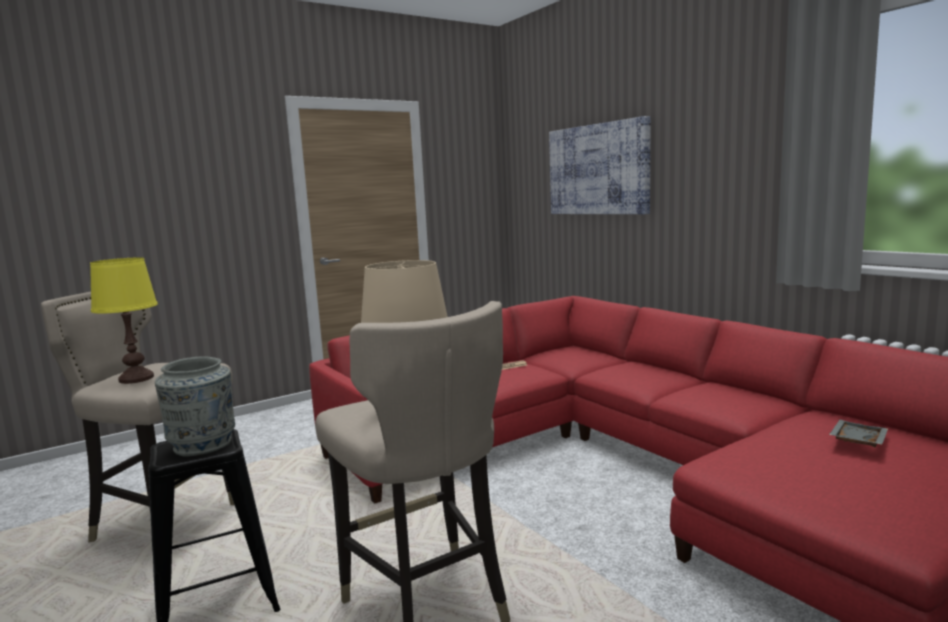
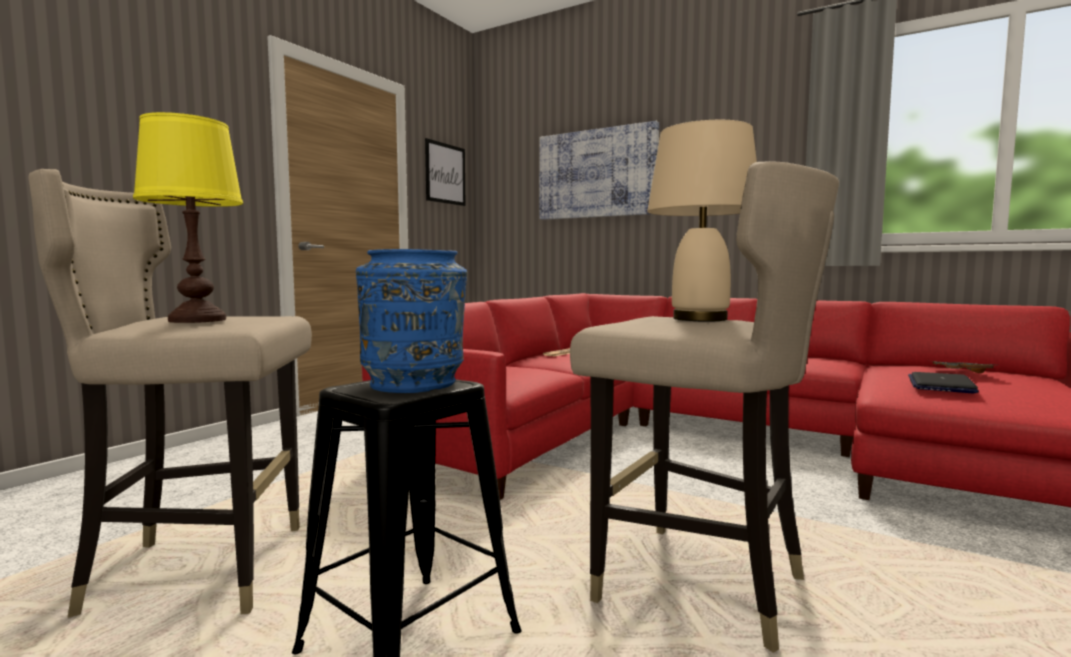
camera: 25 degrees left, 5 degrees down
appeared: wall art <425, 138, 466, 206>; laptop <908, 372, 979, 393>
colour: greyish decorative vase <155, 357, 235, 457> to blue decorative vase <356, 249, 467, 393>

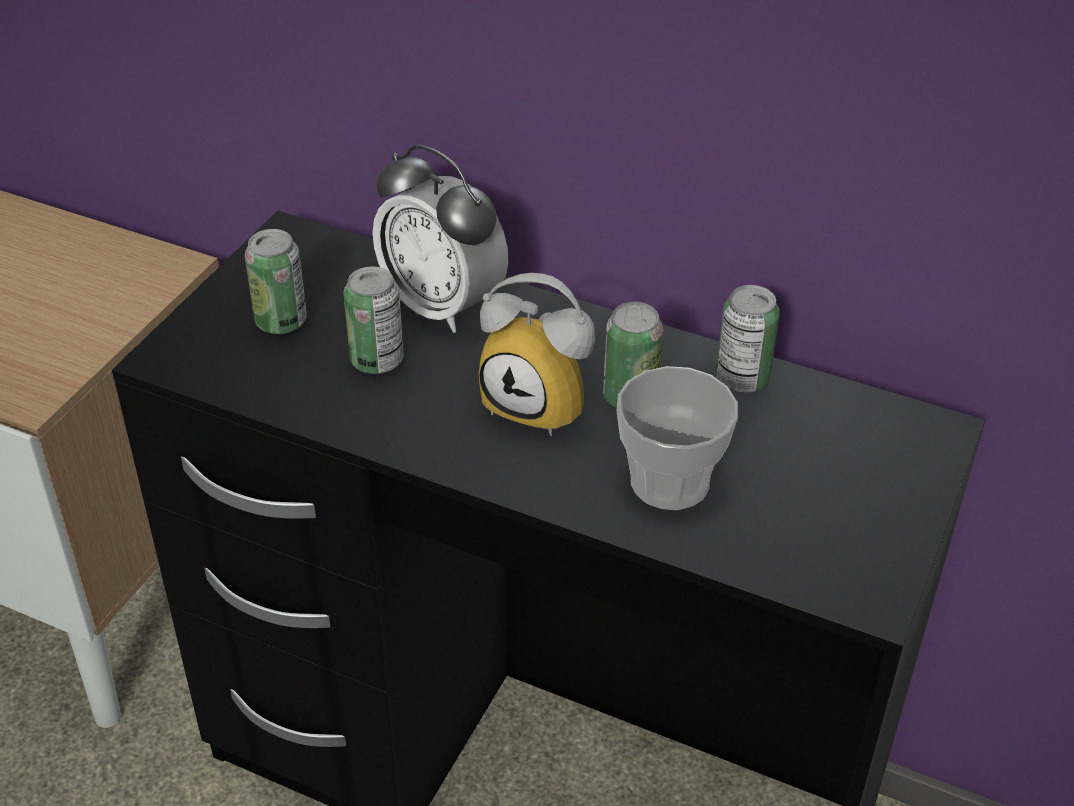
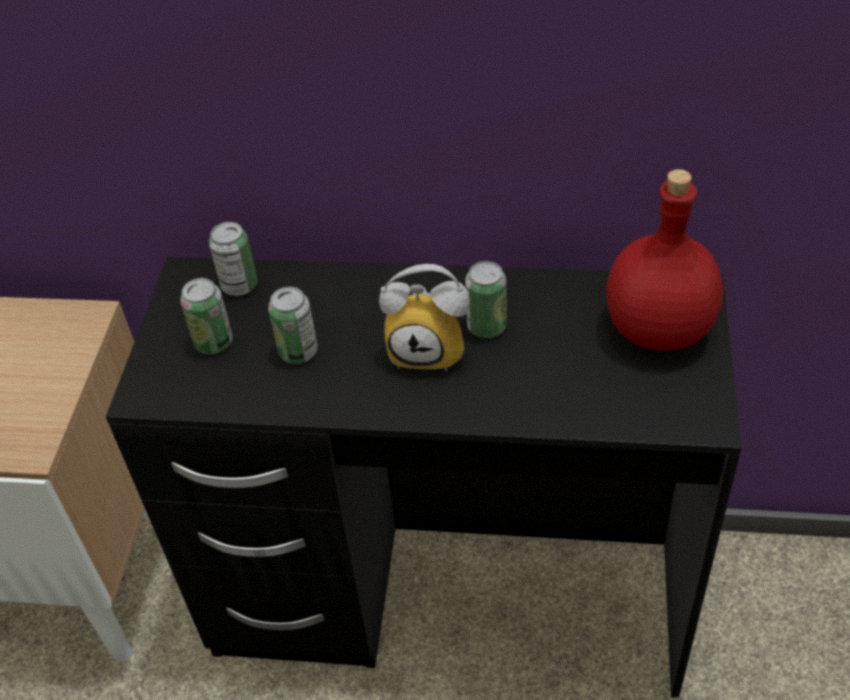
camera: 15 degrees left, 5 degrees up
missing: table clock <372, 145, 508, 333>; cup <617, 366, 738, 510>
appeared: red-coloured bottle <606, 169, 723, 351>
relocated: sealed can <716, 285, 780, 393> to <209, 222, 258, 296>

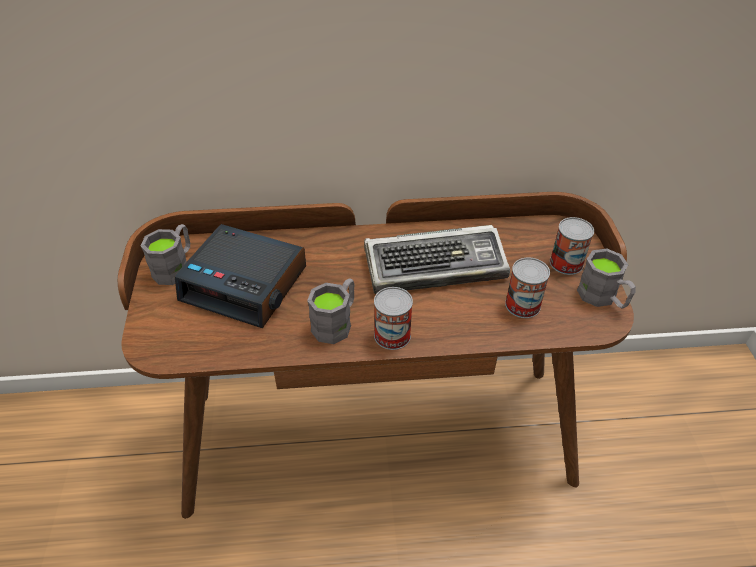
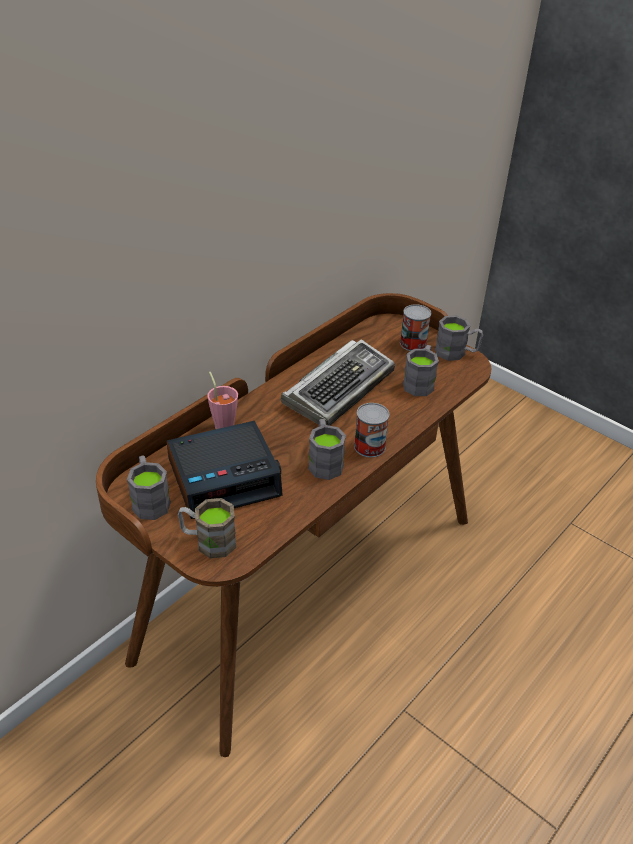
camera: 45 degrees left, 5 degrees down
appeared: brownish mug <178, 498, 236, 559>; pinkish cup <207, 372, 238, 429>
exchanged: sealed can <505, 258, 550, 318> to greyish mug <403, 345, 439, 396>

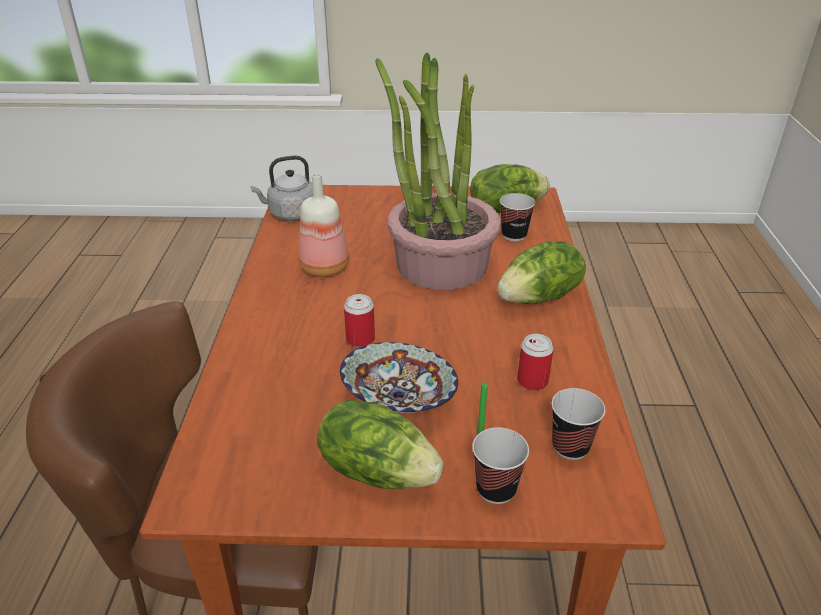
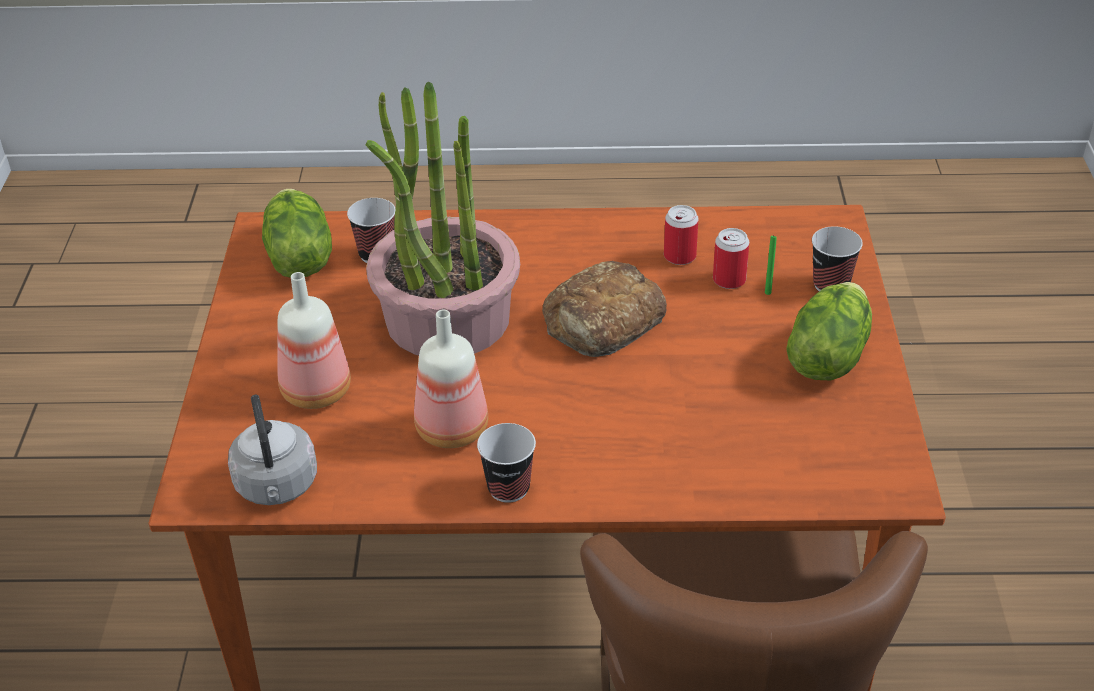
camera: 90 degrees left, 5 degrees up
missing: deep dish <340, 342, 458, 413>; lettuce head <497, 241, 586, 304>
appeared: bottle <277, 272, 351, 409>; bakery bread <542, 261, 667, 357>
relocated: sealed can <344, 294, 375, 347> to <713, 228, 749, 289>; cup <552, 388, 605, 460> to <477, 423, 536, 503>

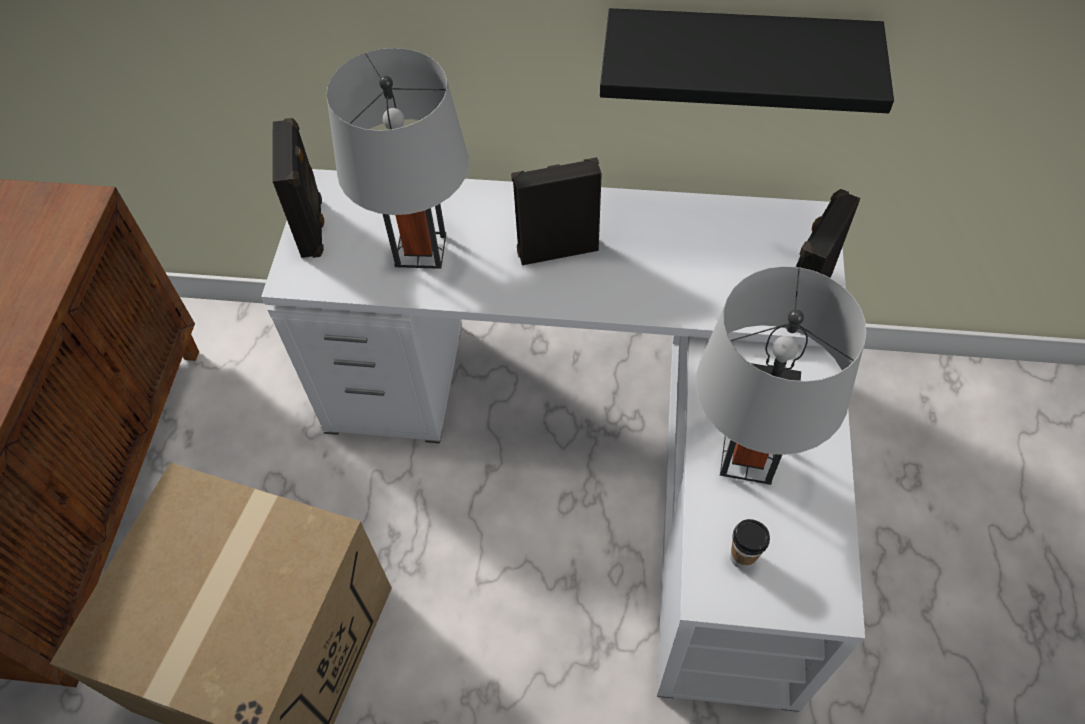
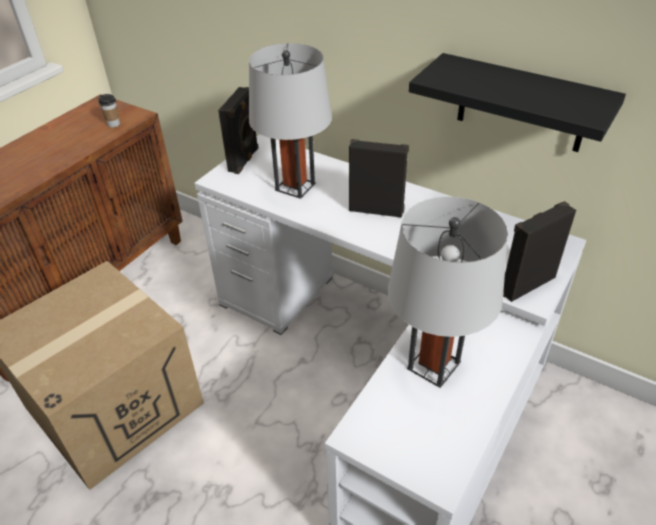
camera: 25 degrees right, 15 degrees down
relocated: cup <730, 519, 770, 569> to <98, 94, 120, 127>

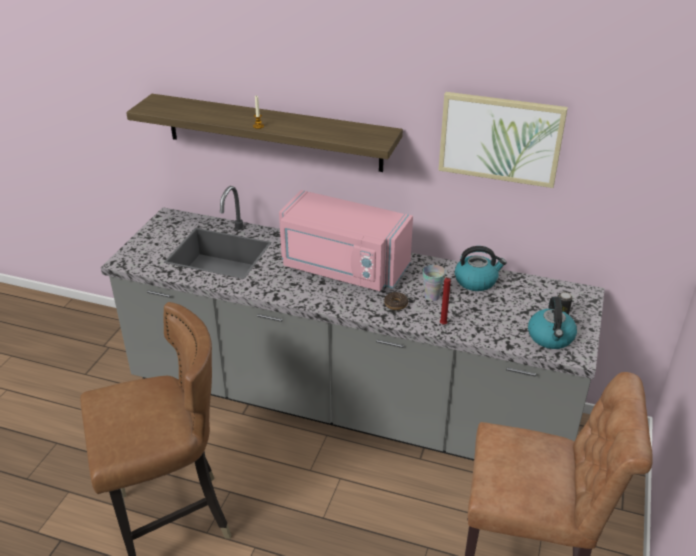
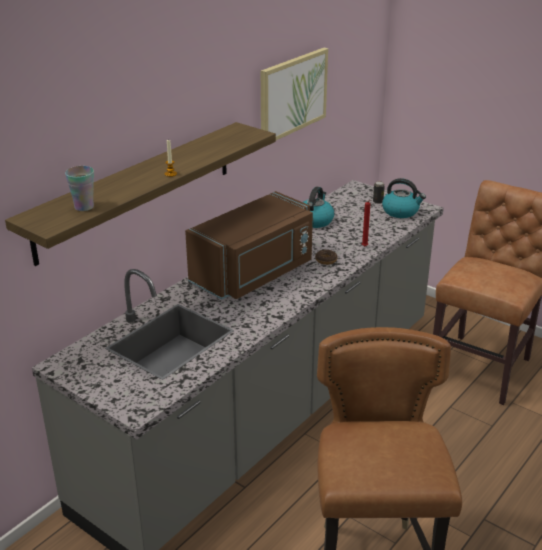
camera: 70 degrees left, 5 degrees down
relocated: cup <423, 265, 446, 301> to <65, 166, 94, 211>
colour: pinkish microwave oven <279, 190, 413, 291> to brownish microwave oven <185, 191, 313, 299>

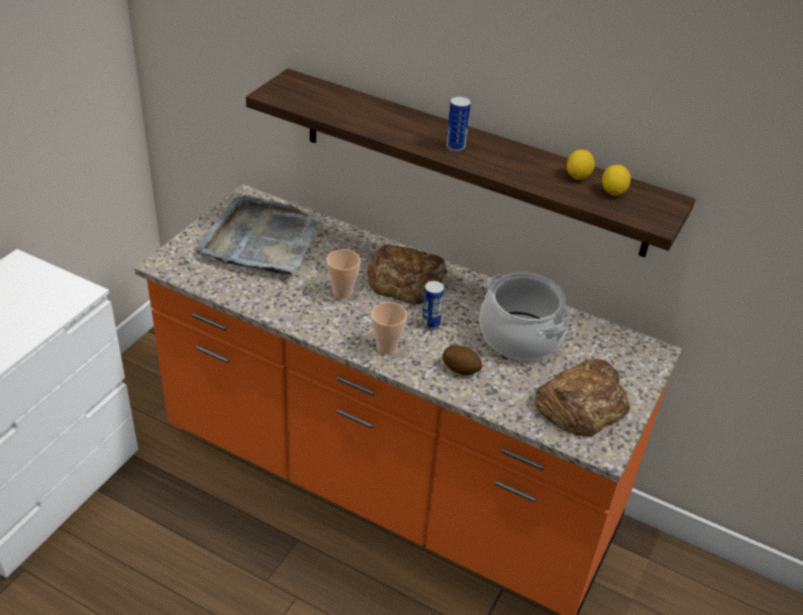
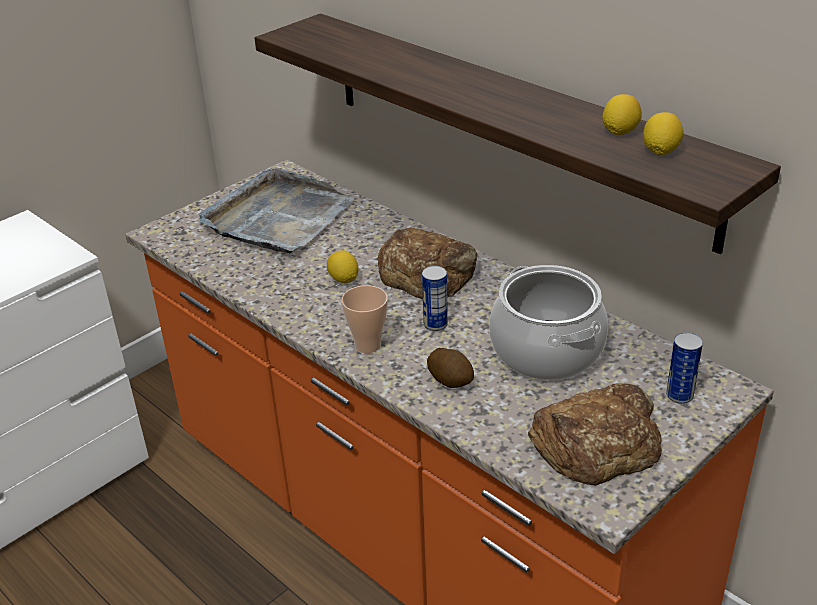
camera: 20 degrees right, 5 degrees down
relocated: sealed can <446, 96, 471, 152> to <666, 332, 703, 404>
exchanged: cup <326, 249, 361, 299> to citrus fruit <327, 250, 358, 283>

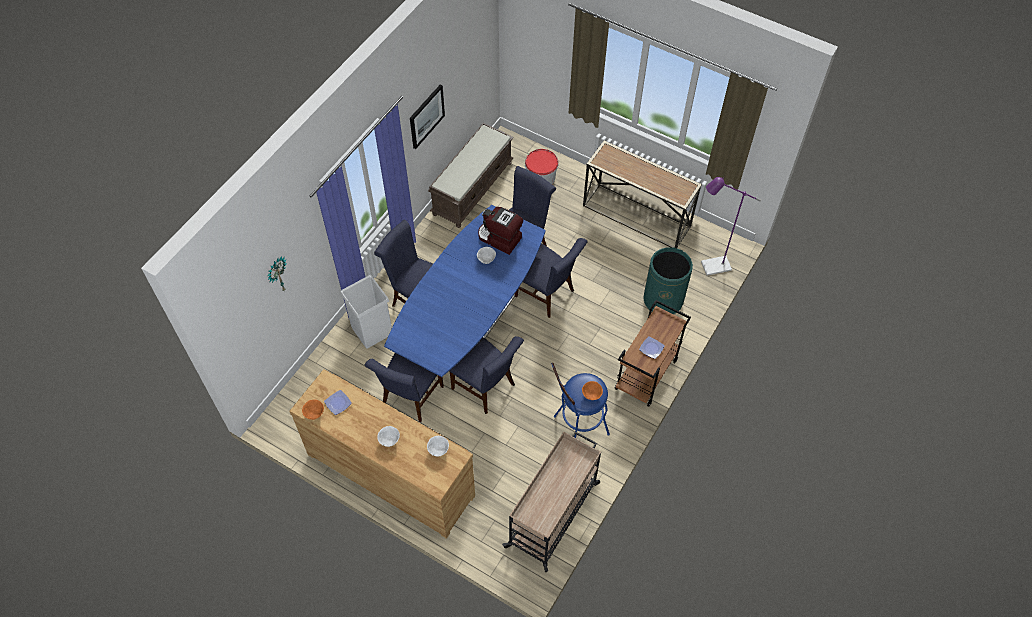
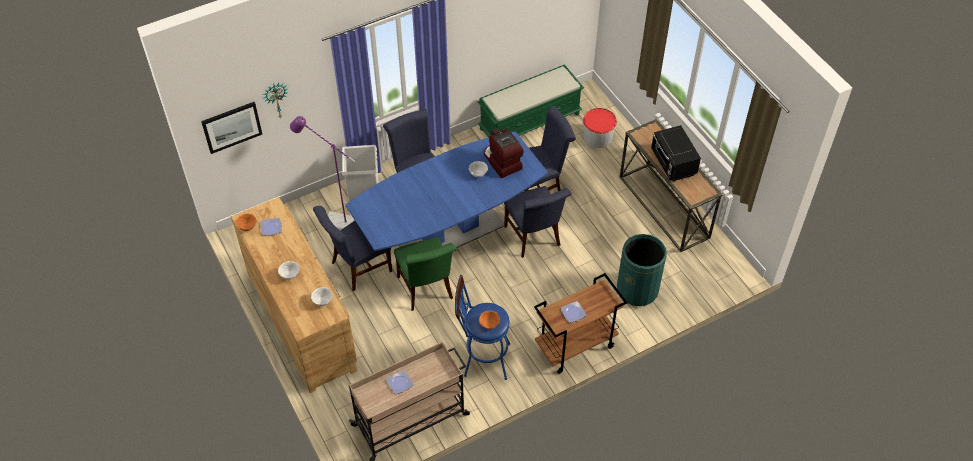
camera: 30 degrees right, 5 degrees down
appeared: plate <386, 370, 413, 394>; black microwave oven <651, 125, 701, 181>
relocated: wall art <410, 84, 445, 149> to <201, 102, 262, 154>; purple standard lamp <701, 177, 761, 276> to <290, 116, 355, 230>
colour: brownish long seat <428, 123, 514, 228> to greenish long seat <478, 64, 584, 138>; blue plain chair <449, 336, 524, 414> to greenish plain chair <394, 237, 457, 311>

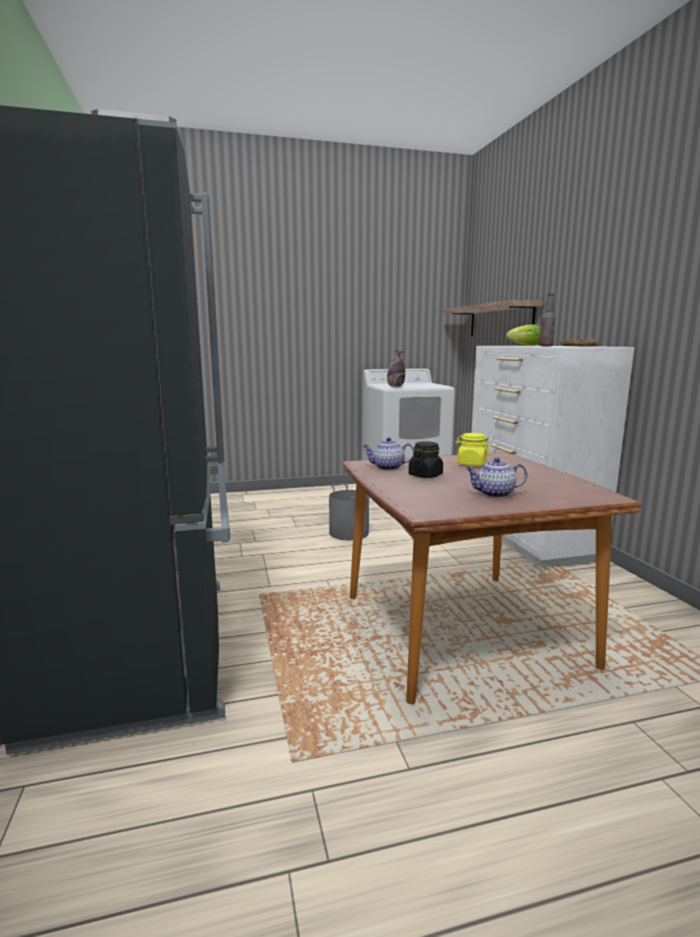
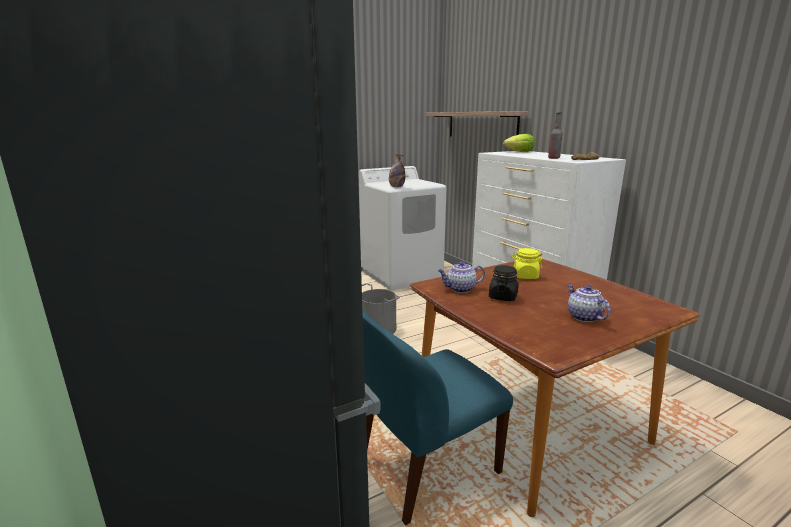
camera: 15 degrees left, 5 degrees up
appeared: blue plain chair <362, 309, 513, 526>
spun: teapot <466, 458, 527, 498> = <567, 285, 611, 322> 90 degrees clockwise

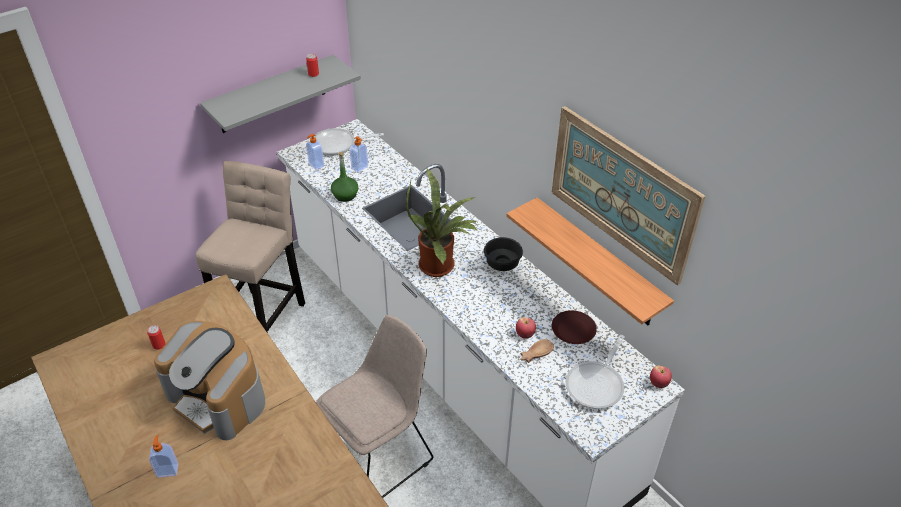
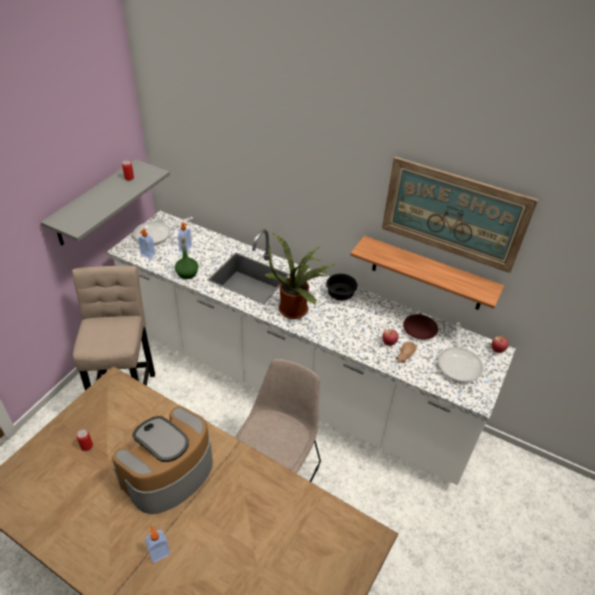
camera: 25 degrees left, 0 degrees up
spun: coffee machine <154, 321, 265, 440> = <112, 406, 213, 514> 120 degrees clockwise

